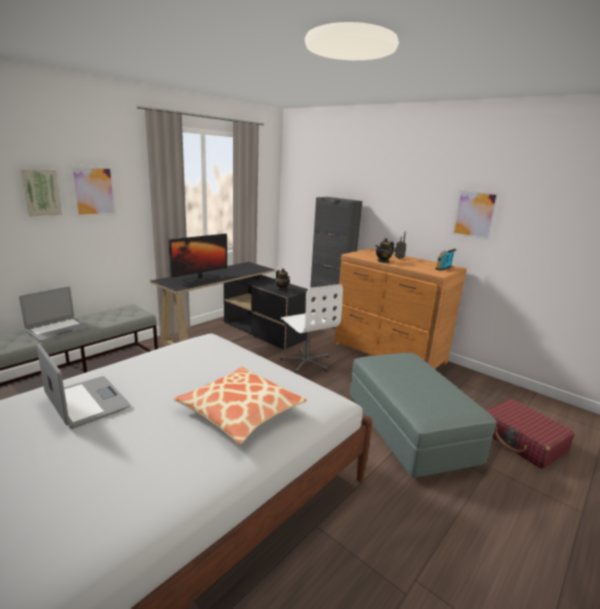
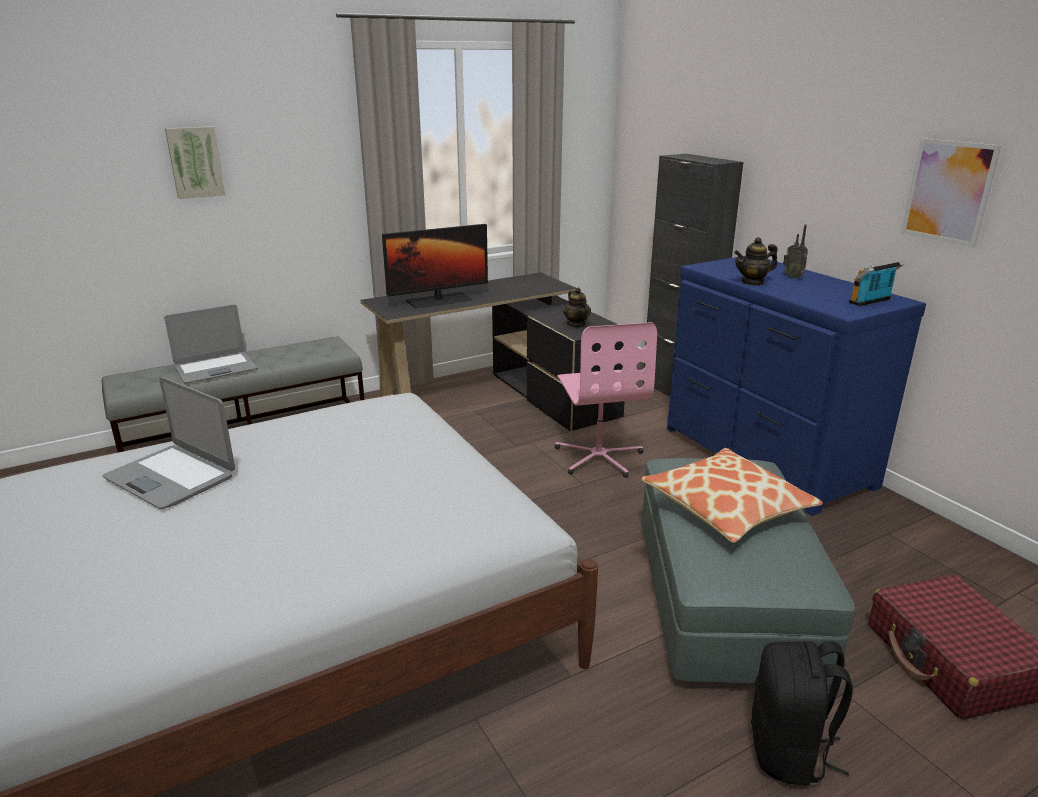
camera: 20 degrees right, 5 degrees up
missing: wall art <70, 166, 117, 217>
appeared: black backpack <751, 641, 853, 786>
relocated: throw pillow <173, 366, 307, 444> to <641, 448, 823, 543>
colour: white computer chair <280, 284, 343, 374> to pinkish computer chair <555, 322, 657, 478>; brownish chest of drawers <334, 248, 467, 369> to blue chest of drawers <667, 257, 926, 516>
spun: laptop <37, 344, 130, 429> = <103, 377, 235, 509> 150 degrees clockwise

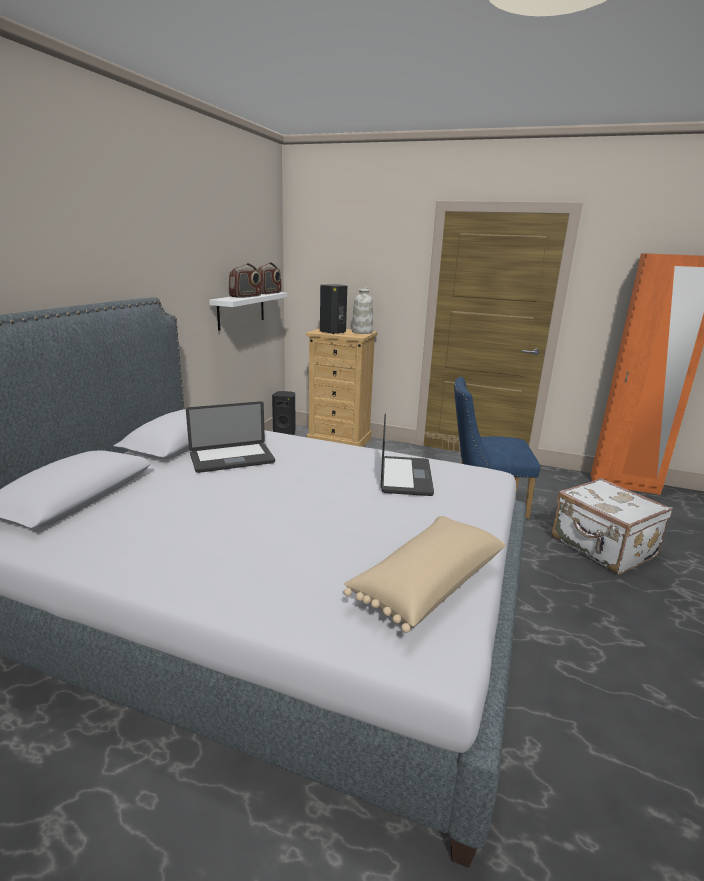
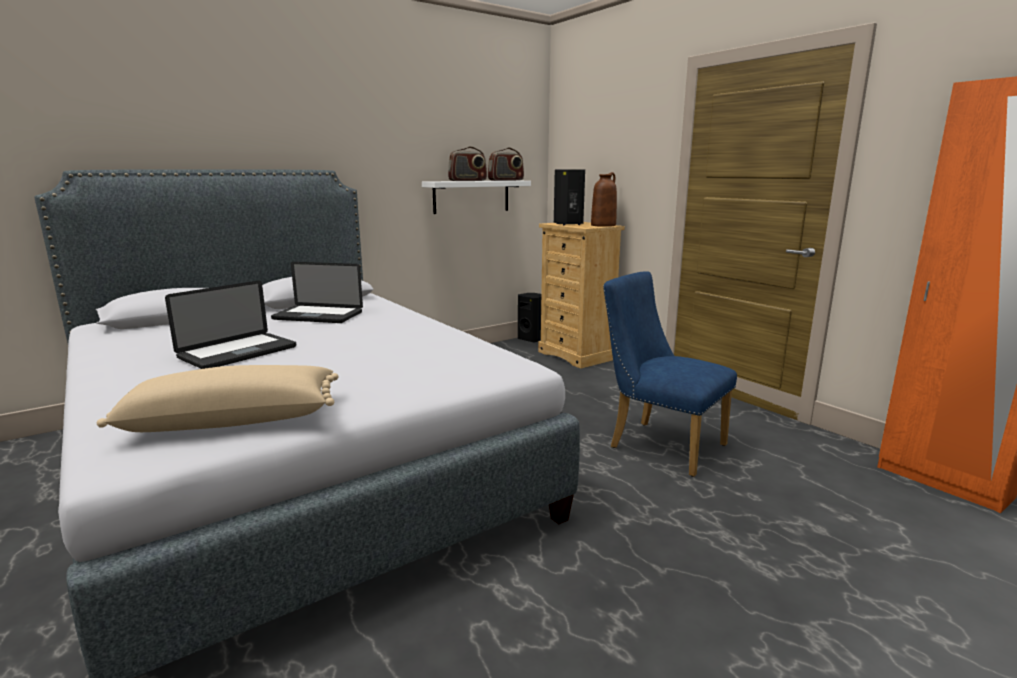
camera: 35 degrees right, 5 degrees down
missing: white suitcase <552, 478, 672, 574>
relocated: laptop <381, 413, 434, 496> to <165, 281, 296, 369>
colour: white decorative vase <352, 287, 373, 334> to brownish decorative vase <591, 172, 617, 227>

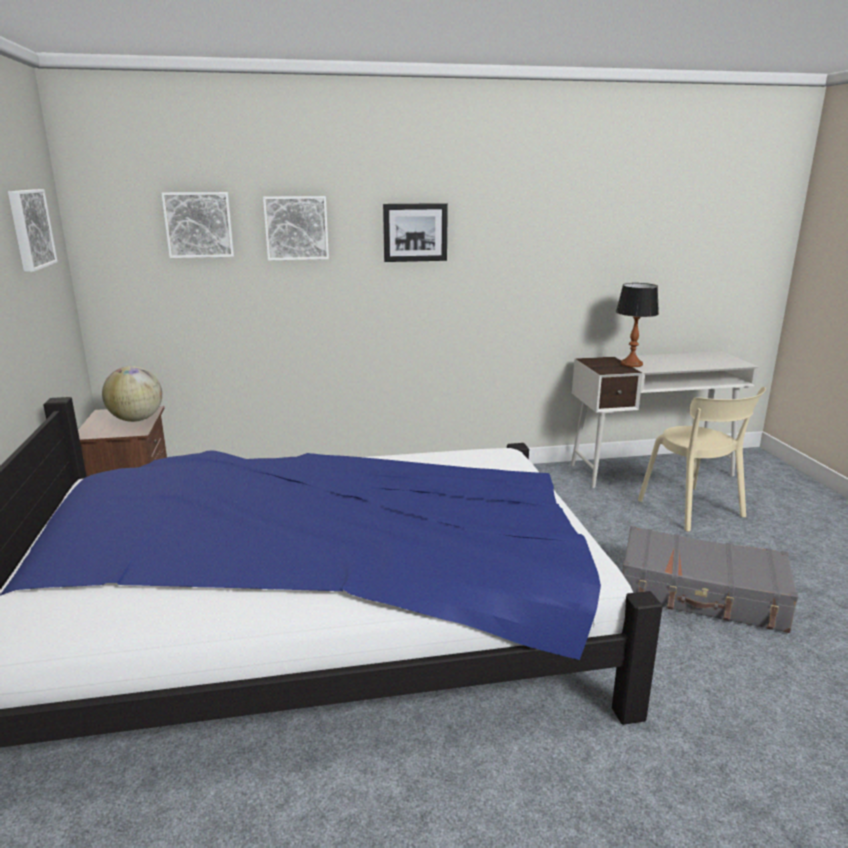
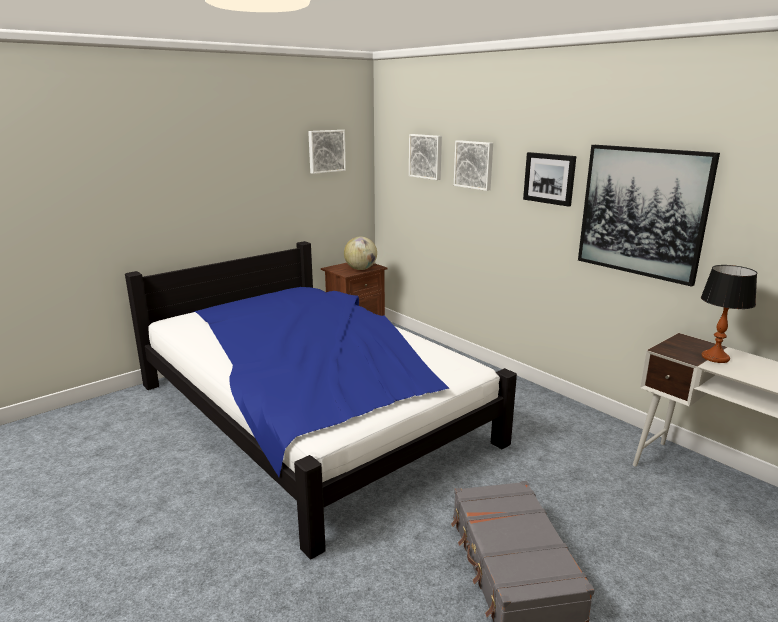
camera: 60 degrees right, 0 degrees up
missing: sand-coloured plain chair <638, 387, 766, 532>
appeared: wall art <578, 145, 720, 287>

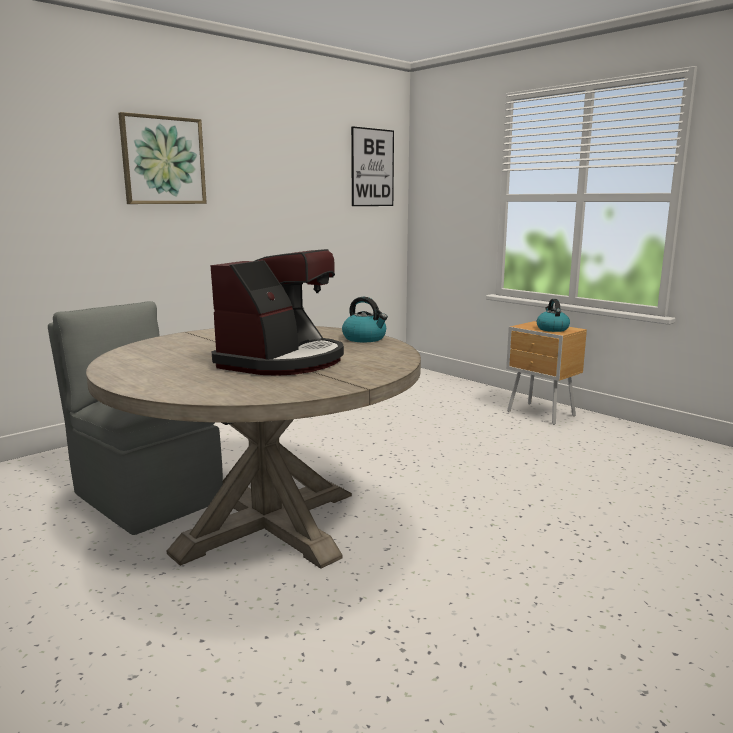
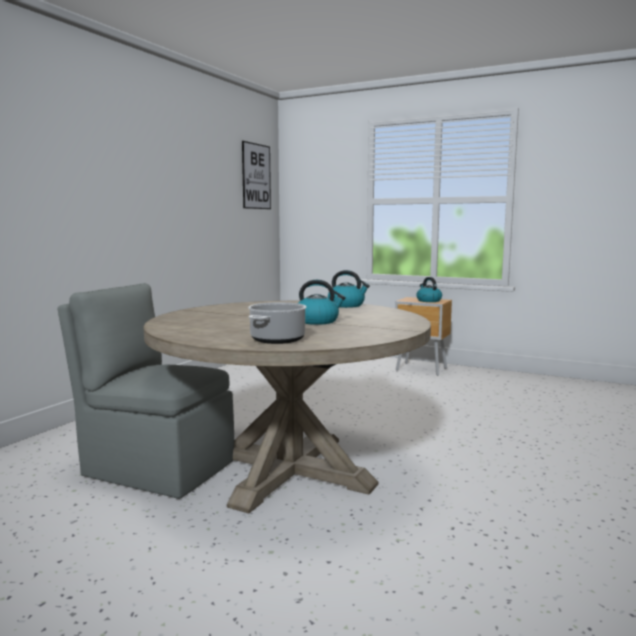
camera: 20 degrees left, 5 degrees down
missing: wall art <118, 112, 207, 204>
appeared: stockpot <248, 302, 307, 344>
exchanged: coffee machine <210, 249, 344, 376> to water kettle <299, 280, 345, 325>

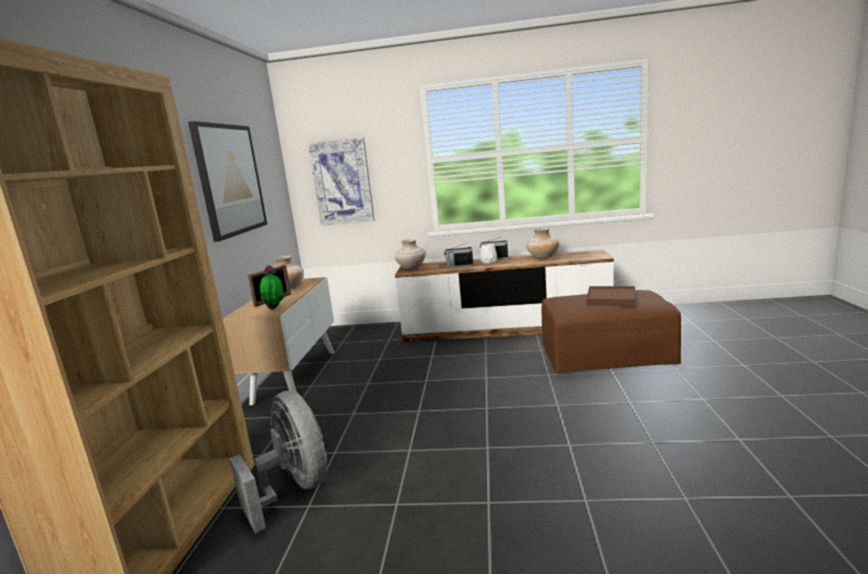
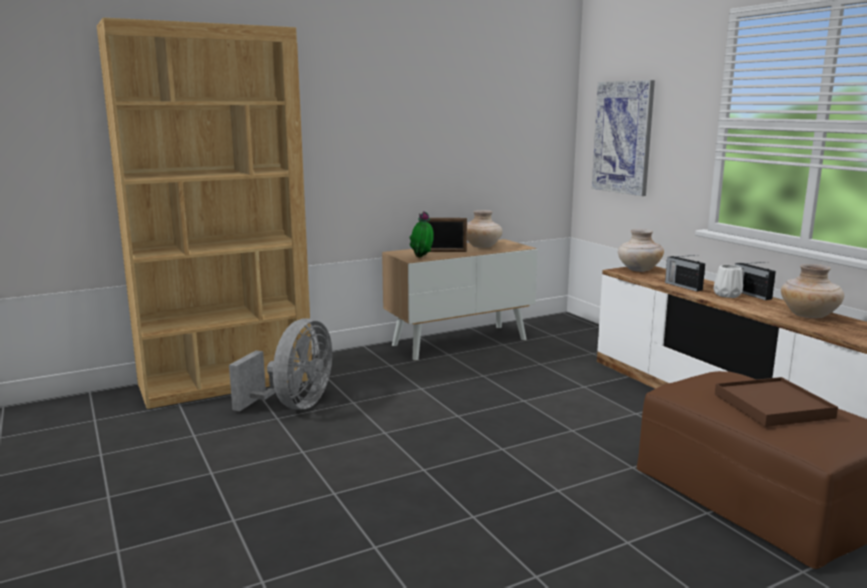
camera: 55 degrees right, 0 degrees up
missing: wall art <188, 121, 267, 242>

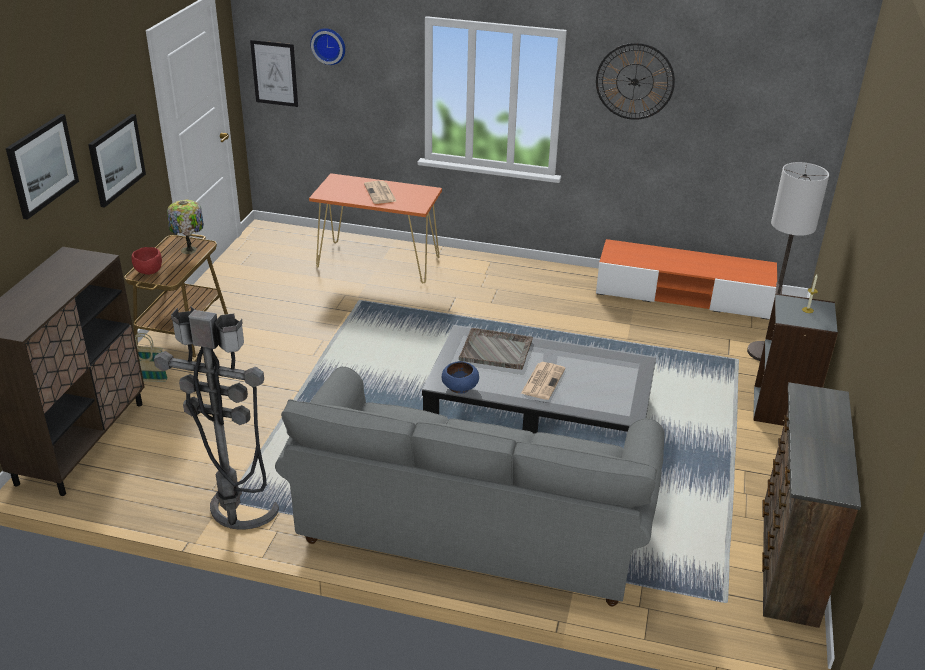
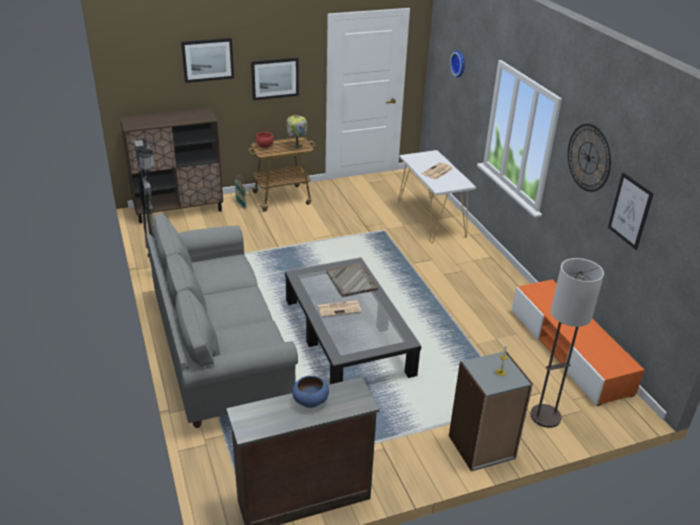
camera: 55 degrees right, 0 degrees up
relocated: wall art <250, 40, 298, 107> to <608, 172, 654, 250>; blue deep dish <442, 361, 479, 393> to <292, 376, 329, 408>
colour: orangey narrow table <309, 173, 442, 283> to white narrow table <398, 150, 476, 243>

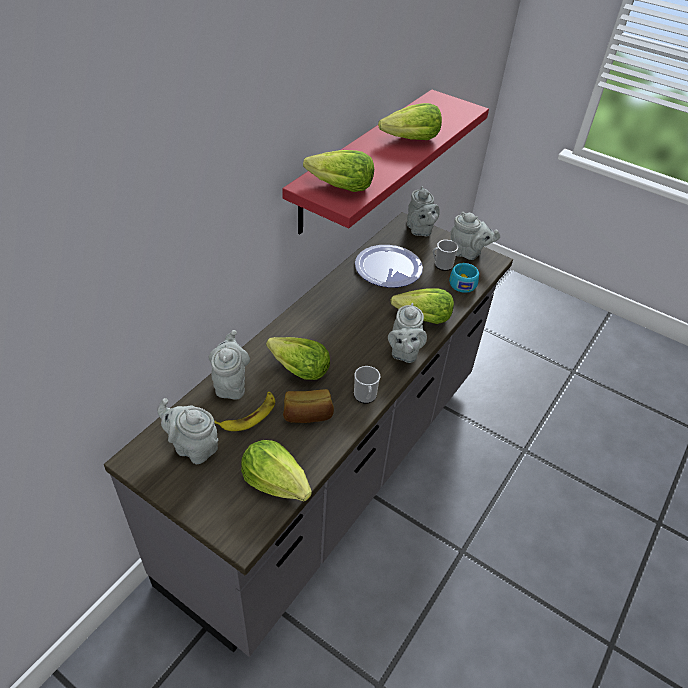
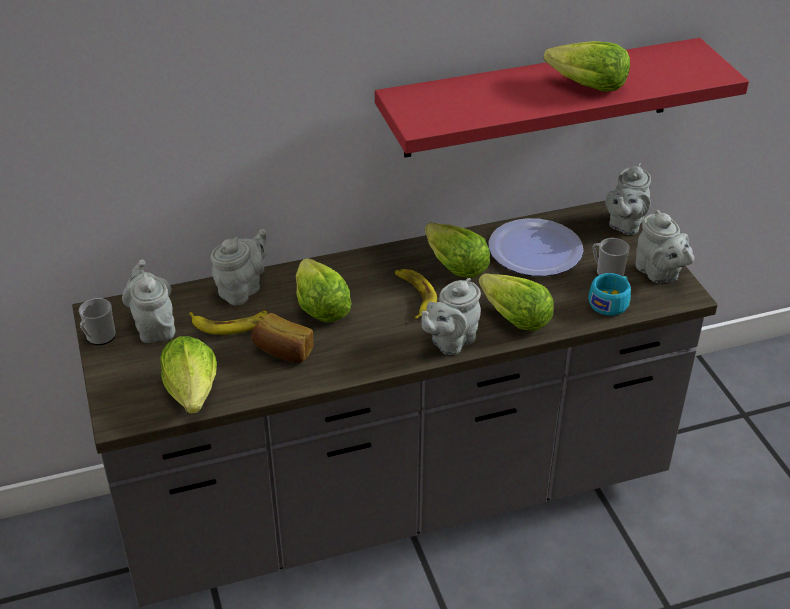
camera: 40 degrees right, 5 degrees down
appeared: banana <395, 269, 437, 319>
relocated: lettuce head <303, 150, 374, 192> to <425, 223, 490, 278>; mug <354, 366, 380, 404> to <79, 298, 116, 345>

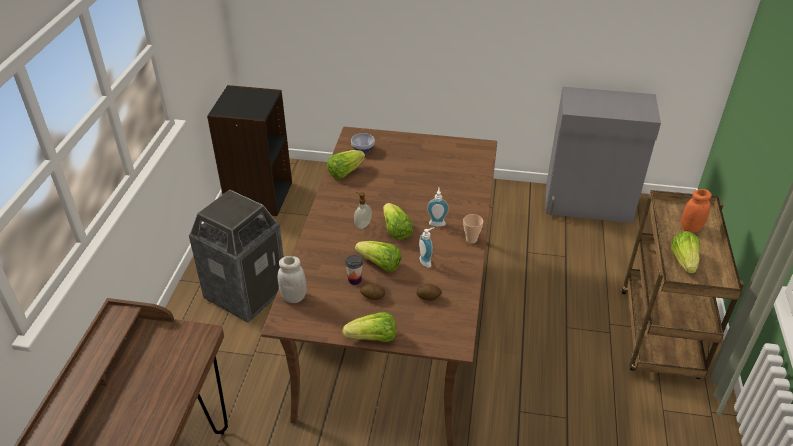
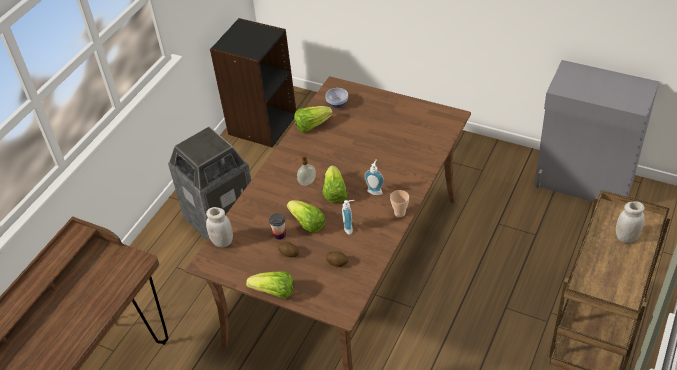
camera: 20 degrees right, 5 degrees up
missing: lettuce head <671, 231, 700, 273>
colour: orangey storage jar <681, 189, 712, 233> to white storage jar <616, 201, 645, 243>

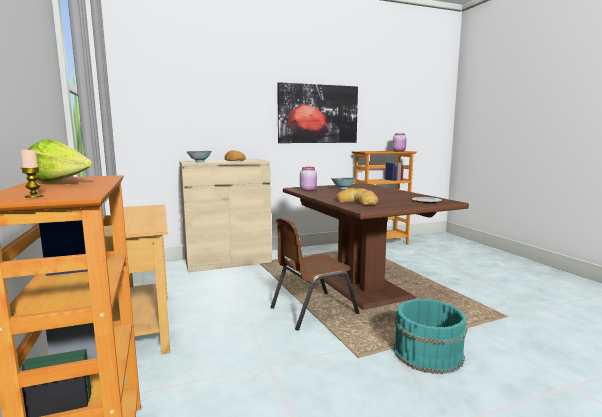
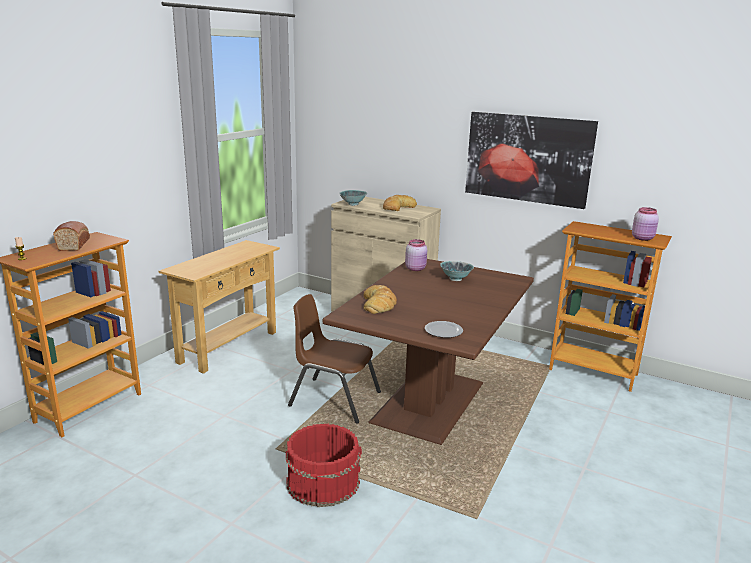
camera: 50 degrees right, 10 degrees up
exchanged: lettuce head <28, 139, 92, 182> to bakery bread <53, 221, 90, 251>
colour: turquoise-coloured bucket <393, 299, 467, 374> to red-coloured bucket <286, 424, 362, 507>

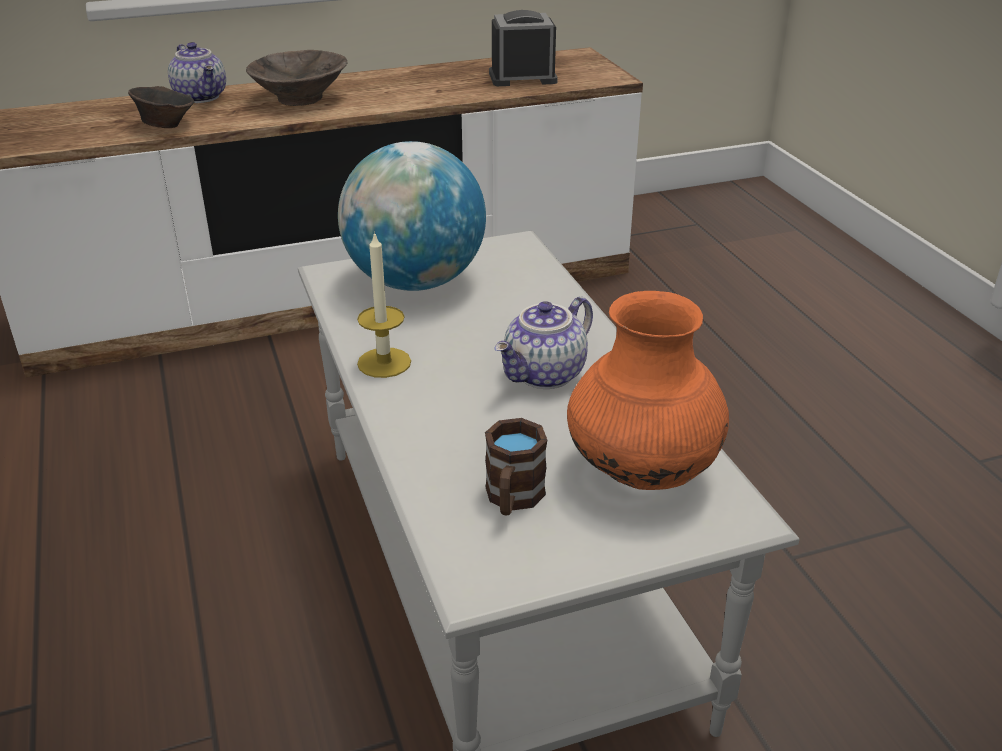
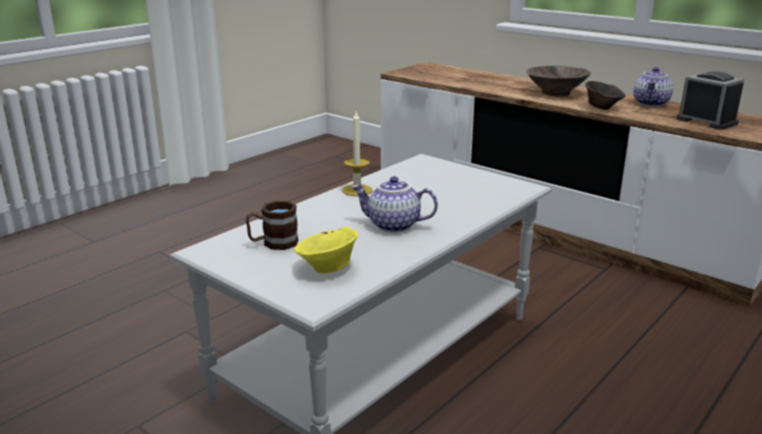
camera: 60 degrees right, 10 degrees down
missing: globe <338, 141, 486, 291>
relocated: brownish deep dish <128, 86, 194, 128> to <585, 81, 626, 110>; teapot <168, 42, 226, 103> to <633, 67, 673, 107>
exchanged: orangey decorative vase <567, 291, 729, 490> to yellow-coloured deep dish <294, 226, 358, 274>

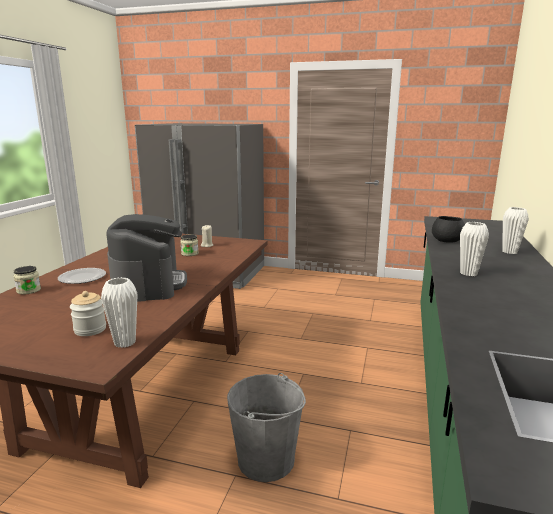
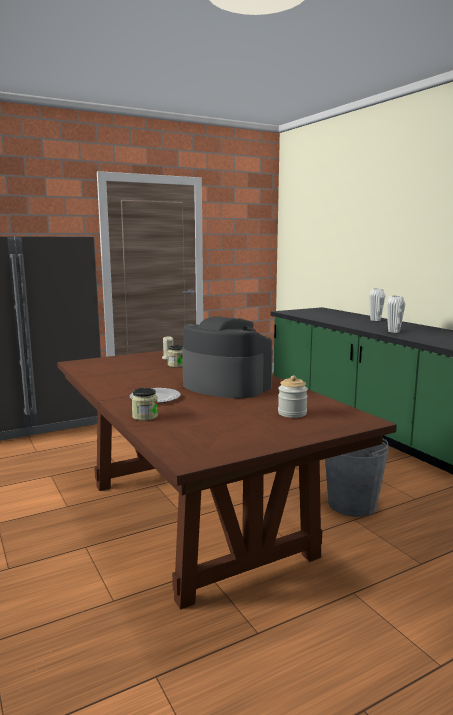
camera: 45 degrees left, 5 degrees down
missing: white decorative vase <101, 277, 138, 348>; black deep dish <432, 216, 465, 243>

